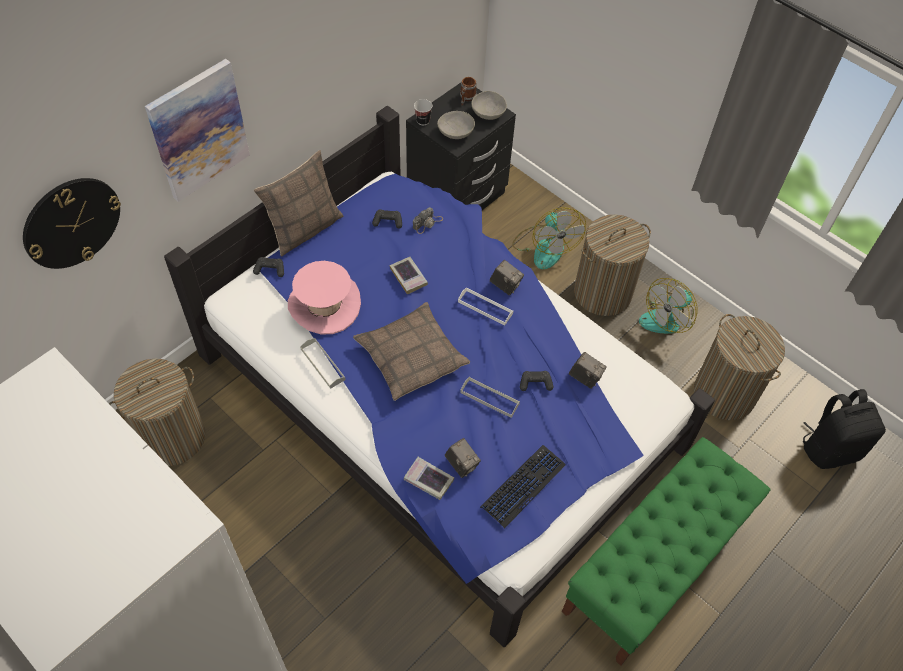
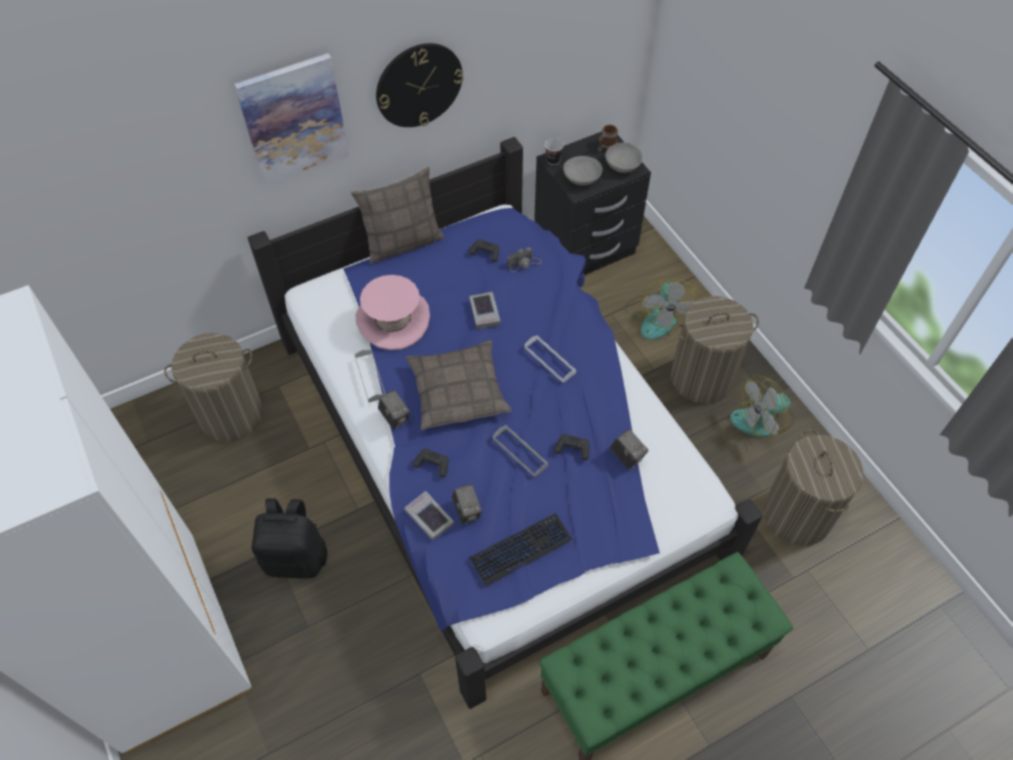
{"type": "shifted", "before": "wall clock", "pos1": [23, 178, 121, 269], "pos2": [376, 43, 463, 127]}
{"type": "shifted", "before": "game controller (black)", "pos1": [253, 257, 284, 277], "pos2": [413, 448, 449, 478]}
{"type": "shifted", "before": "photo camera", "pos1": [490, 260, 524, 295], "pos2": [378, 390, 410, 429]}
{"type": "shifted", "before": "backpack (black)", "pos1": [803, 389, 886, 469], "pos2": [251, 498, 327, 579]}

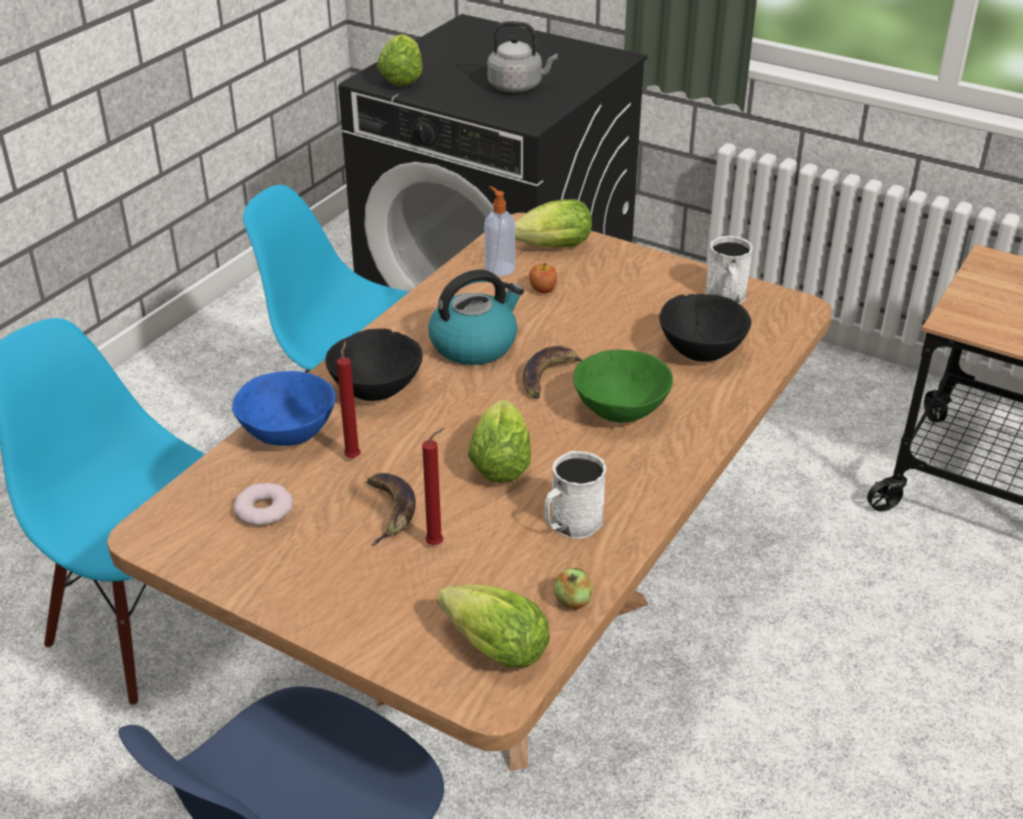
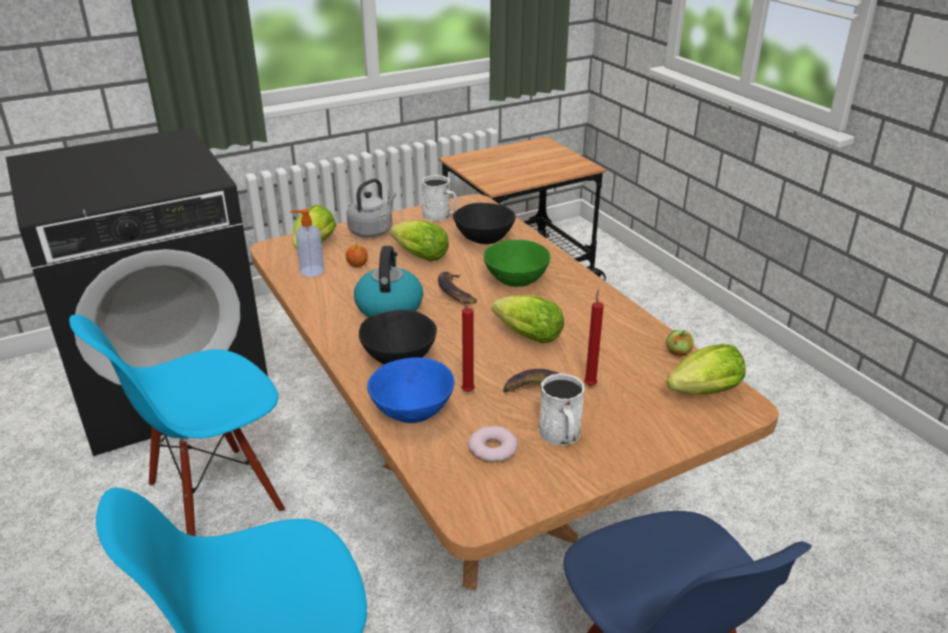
{"type": "shifted", "before": "lettuce", "pos1": [377, 34, 423, 86], "pos2": [390, 220, 449, 261]}
{"type": "shifted", "before": "kettle (grey)", "pos1": [487, 21, 558, 92], "pos2": [347, 178, 396, 238]}
{"type": "shifted", "before": "mug (white)", "pos1": [544, 451, 606, 539], "pos2": [538, 373, 585, 446]}

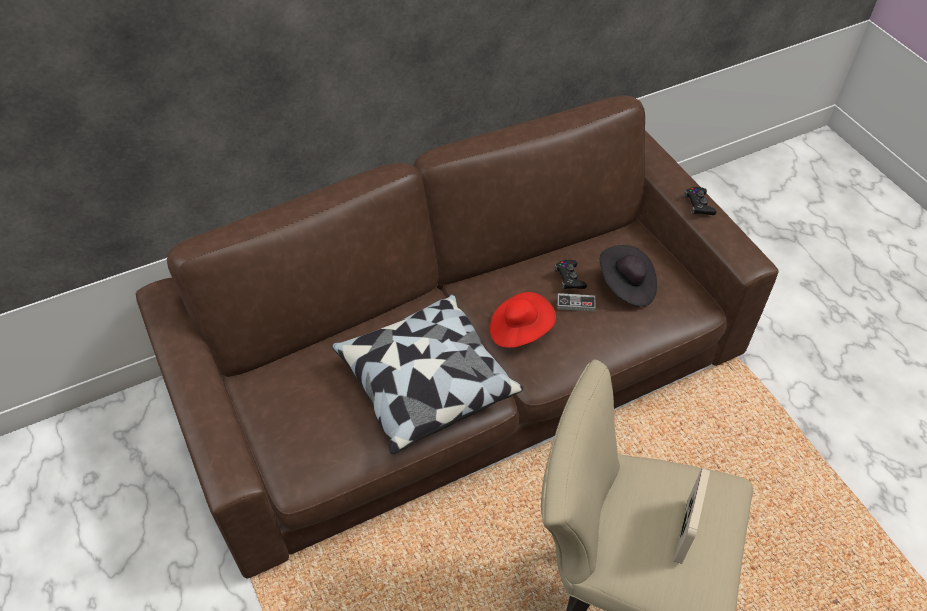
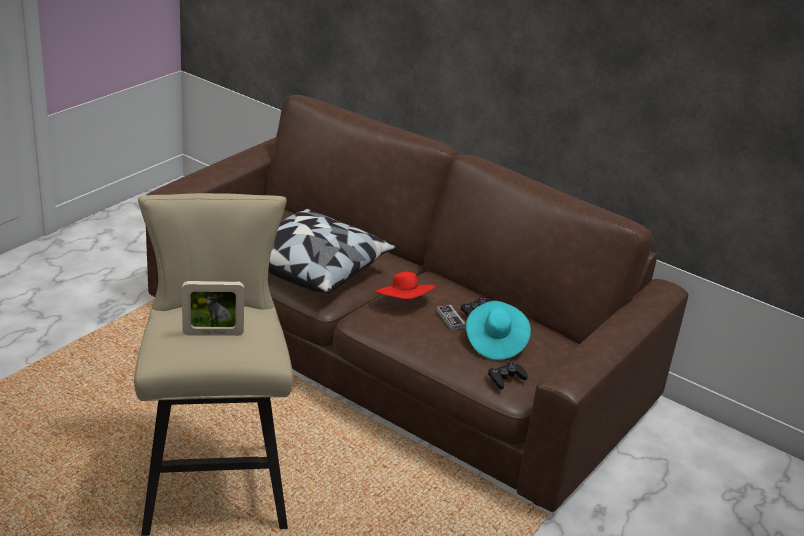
{"type": "repainted", "before": "hat (black)", "after": "hat (turquoise)", "pos1": [600, 245, 657, 307], "pos2": [466, 301, 531, 360]}
{"type": "shifted", "before": "game controller (black)", "pos1": [684, 187, 717, 215], "pos2": [488, 360, 528, 390]}

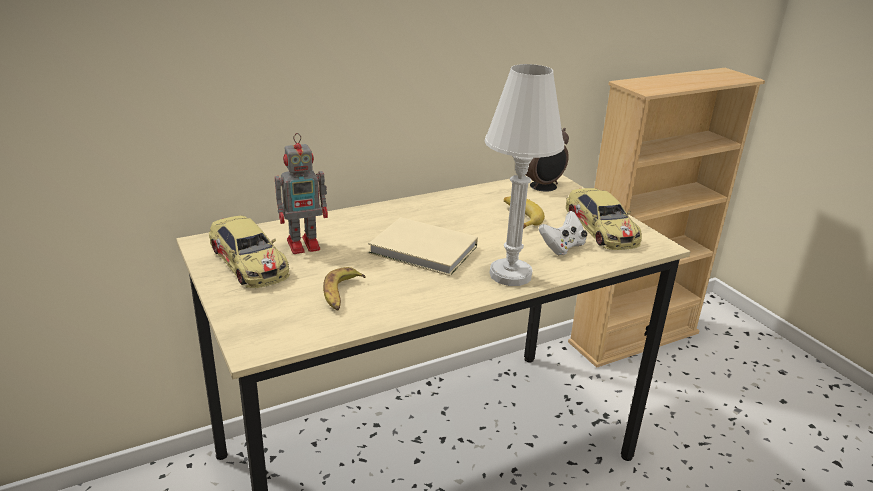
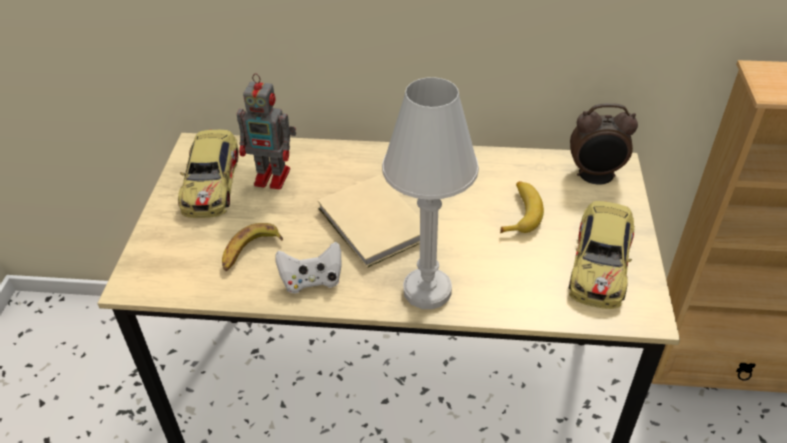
{"type": "shifted", "before": "game controller (white)", "pos1": [539, 211, 587, 255], "pos2": [275, 242, 341, 293]}

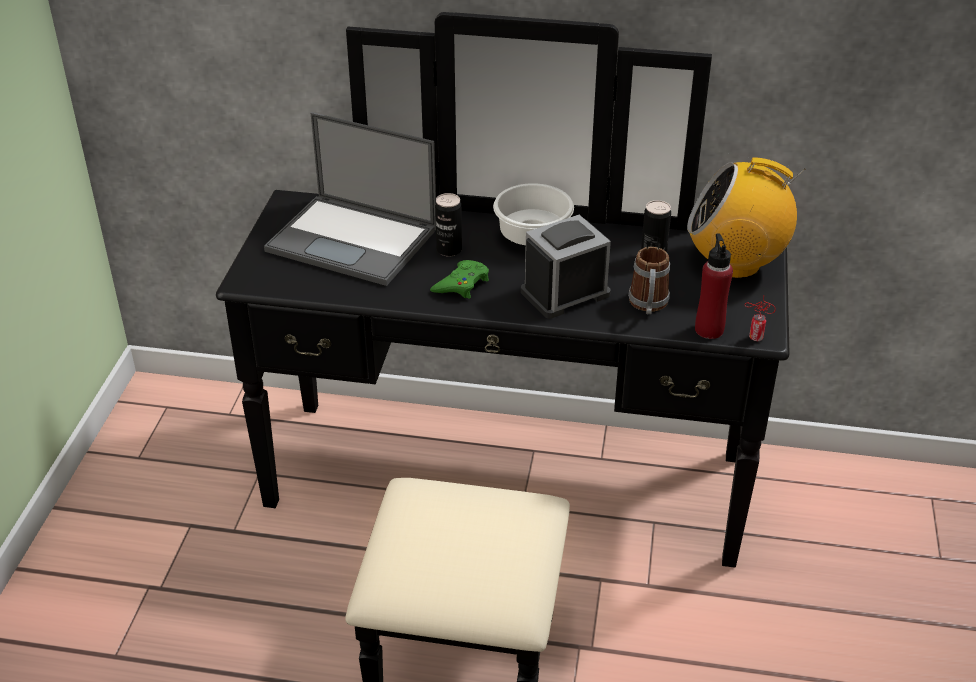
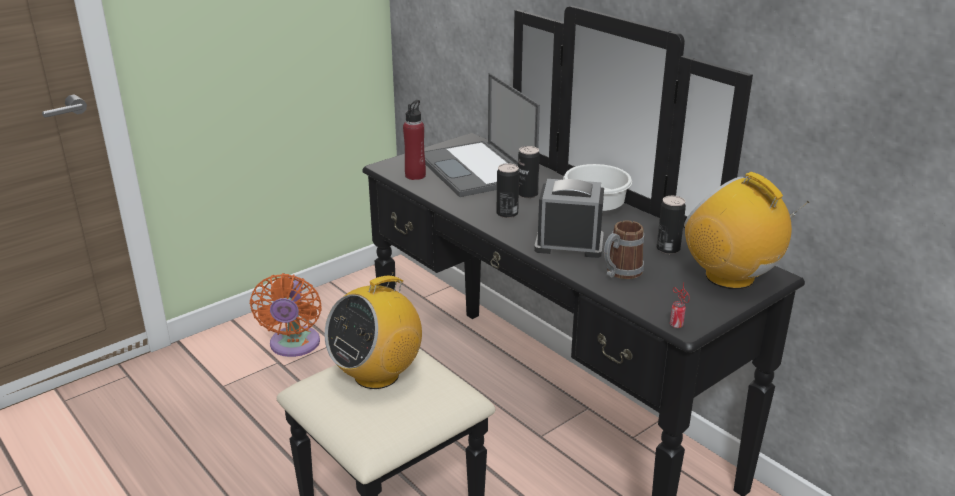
{"type": "swapped", "before": "game controller (green)", "after": "can", "pos1": [430, 260, 489, 299], "pos2": [497, 163, 519, 218]}
{"type": "shifted", "before": "bottle (red)", "pos1": [695, 233, 733, 339], "pos2": [403, 100, 426, 180]}
{"type": "new", "after": "fan (orange)", "pos2": [250, 273, 322, 357]}
{"type": "new", "after": "radio", "pos2": [325, 272, 422, 389]}

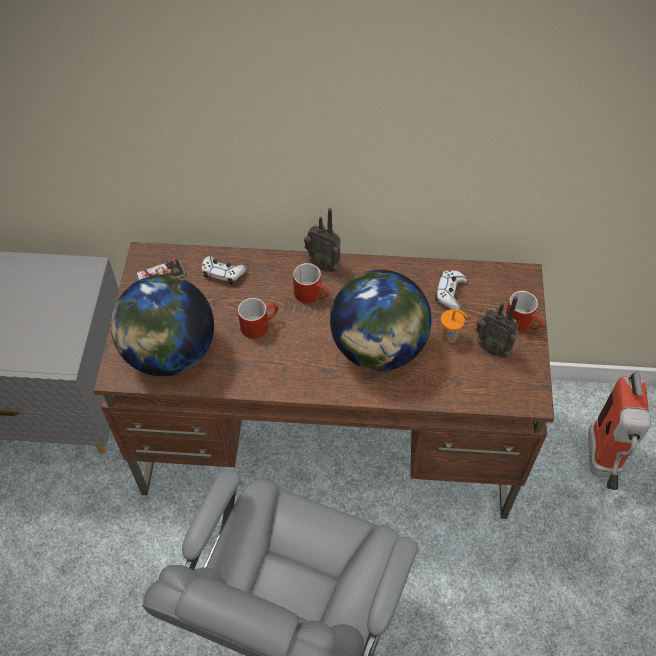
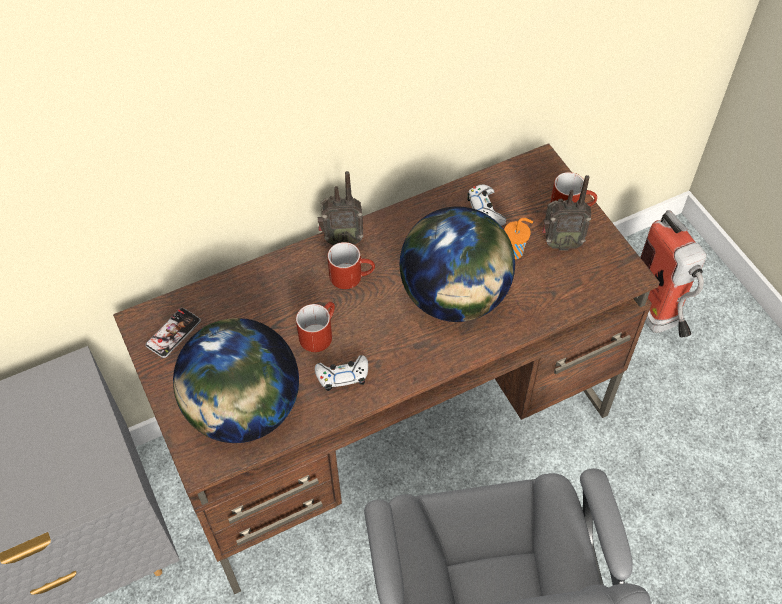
{"type": "shifted", "before": "game controller (white)", "pos1": [202, 256, 246, 285], "pos2": [315, 355, 368, 391]}

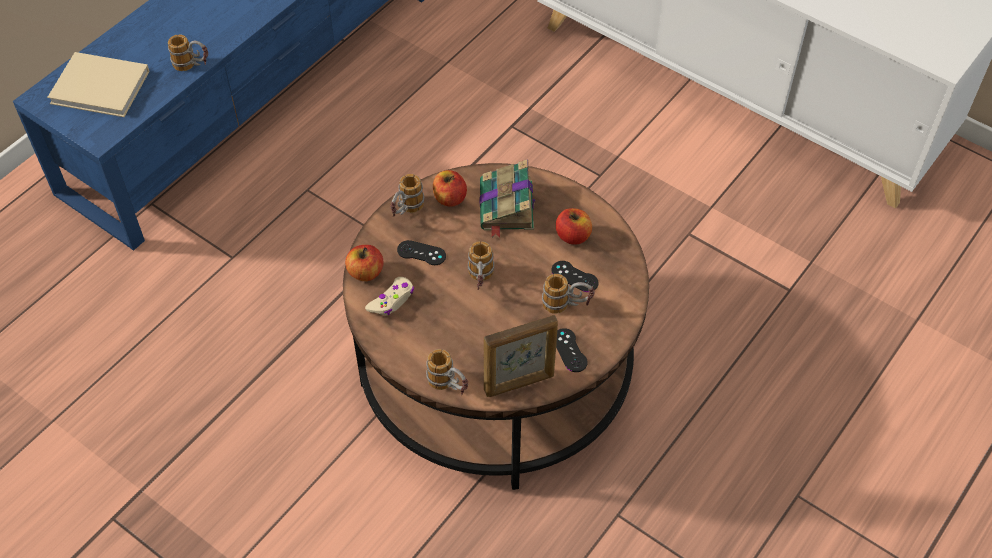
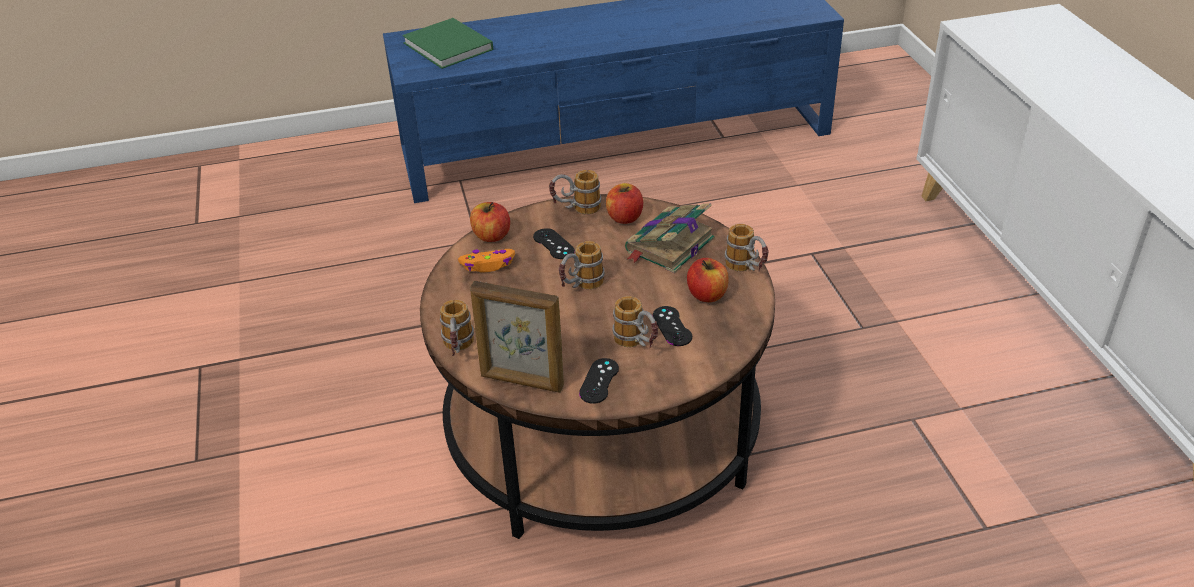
{"type": "repainted", "before": "book (beige)", "after": "book (green)", "pos1": [47, 52, 150, 117], "pos2": [402, 18, 493, 69]}
{"type": "shifted", "before": "mug", "pos1": [168, 34, 208, 71], "pos2": [725, 224, 769, 272]}
{"type": "repainted", "before": "game controller (beige)", "after": "game controller (orange)", "pos1": [365, 277, 414, 316], "pos2": [458, 249, 515, 273]}

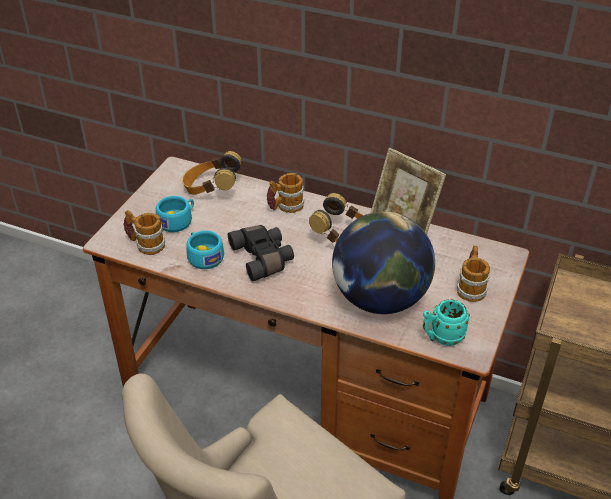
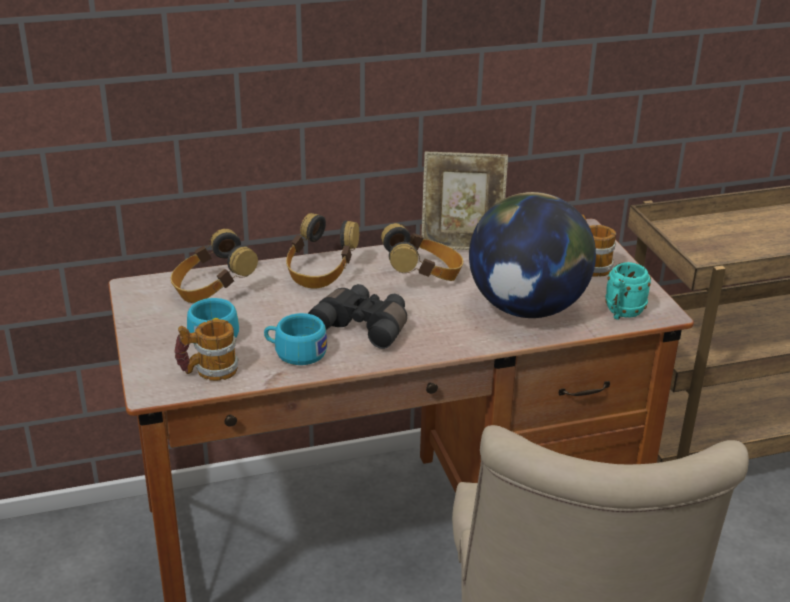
{"type": "swapped", "before": "mug", "after": "headphones", "pos1": [267, 173, 304, 213], "pos2": [286, 213, 359, 288]}

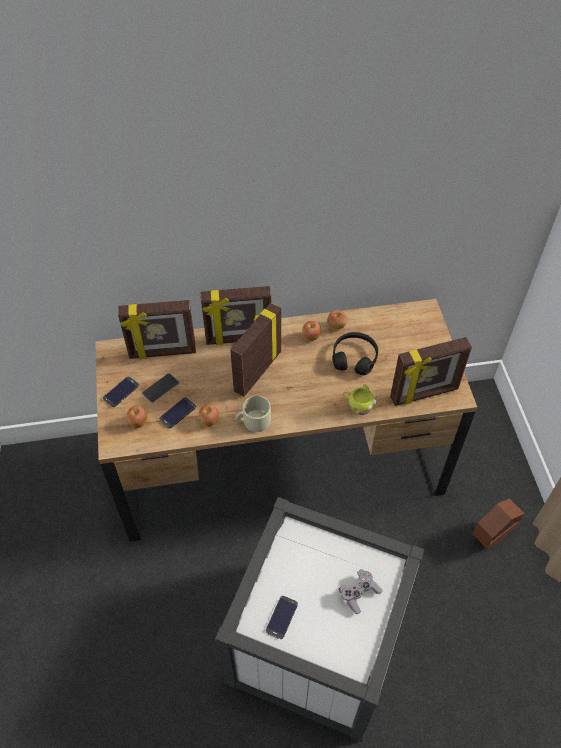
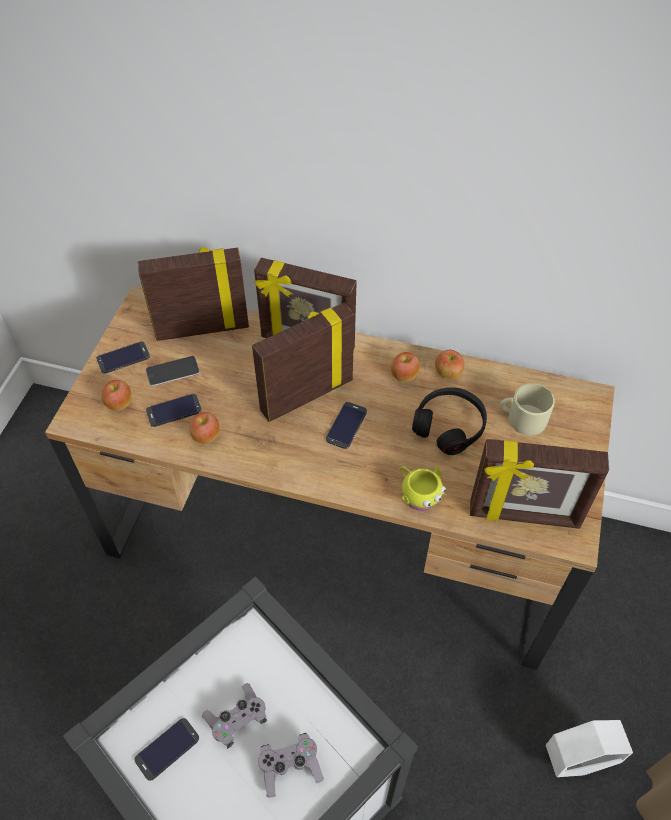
{"type": "rotated", "before": "picture frame", "pos1": [118, 300, 196, 359], "pos2": [138, 247, 249, 341], "turn": 150}
{"type": "shifted", "before": "mug (beige)", "pos1": [236, 396, 271, 432], "pos2": [500, 383, 555, 436]}
{"type": "repainted", "before": "planter (brown)", "after": "planter (white)", "pos1": [472, 498, 524, 549], "pos2": [546, 720, 633, 777]}
{"type": "new", "after": "game controller (grey)", "pos2": [202, 683, 267, 749]}
{"type": "new", "after": "phone", "pos2": [326, 402, 367, 449]}

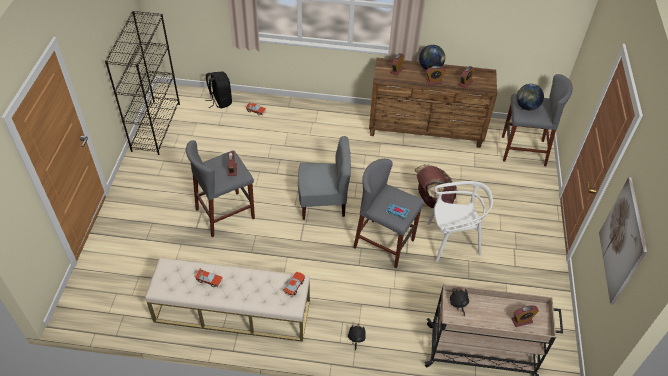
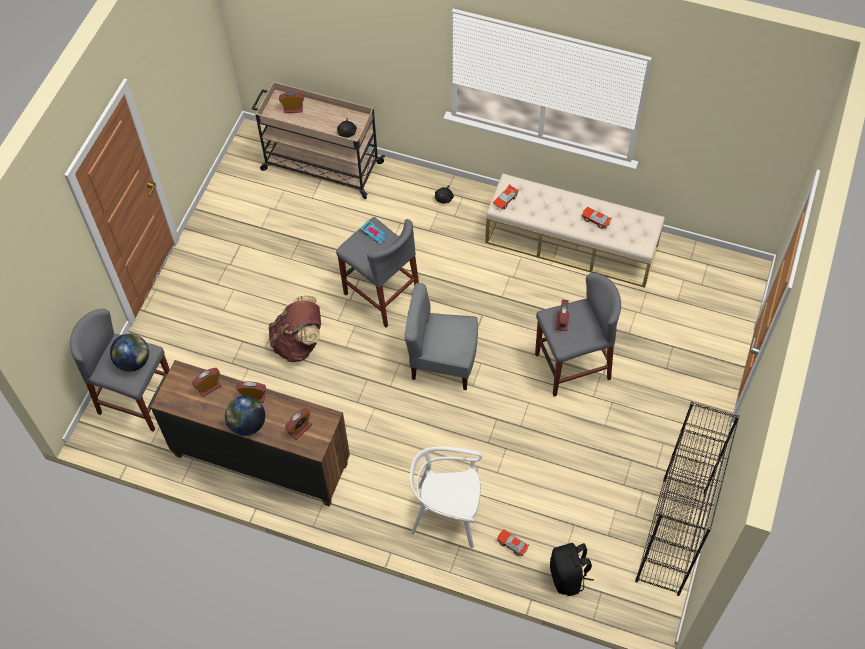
{"type": "shifted", "before": "chair (white)", "pos1": [427, 181, 493, 262], "pos2": [410, 446, 482, 548]}
{"type": "gone", "before": "picture", "pos1": [599, 177, 647, 305]}

